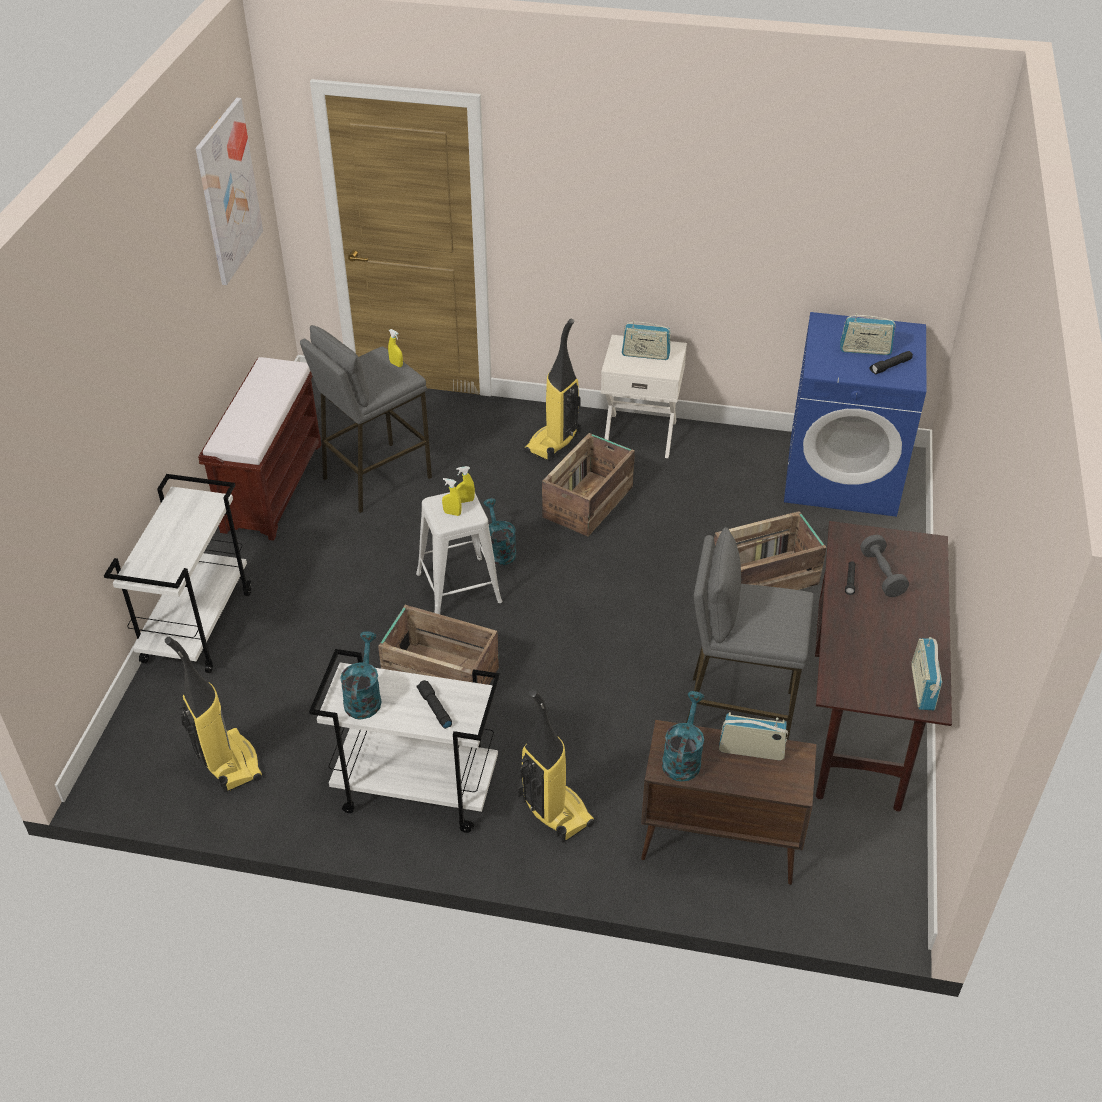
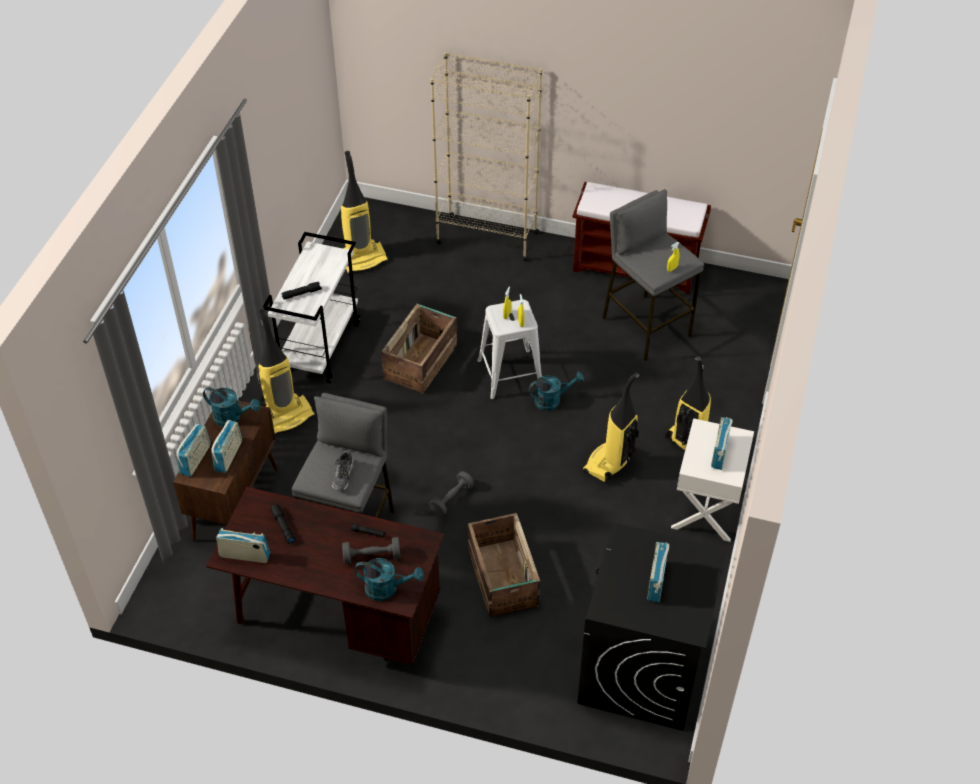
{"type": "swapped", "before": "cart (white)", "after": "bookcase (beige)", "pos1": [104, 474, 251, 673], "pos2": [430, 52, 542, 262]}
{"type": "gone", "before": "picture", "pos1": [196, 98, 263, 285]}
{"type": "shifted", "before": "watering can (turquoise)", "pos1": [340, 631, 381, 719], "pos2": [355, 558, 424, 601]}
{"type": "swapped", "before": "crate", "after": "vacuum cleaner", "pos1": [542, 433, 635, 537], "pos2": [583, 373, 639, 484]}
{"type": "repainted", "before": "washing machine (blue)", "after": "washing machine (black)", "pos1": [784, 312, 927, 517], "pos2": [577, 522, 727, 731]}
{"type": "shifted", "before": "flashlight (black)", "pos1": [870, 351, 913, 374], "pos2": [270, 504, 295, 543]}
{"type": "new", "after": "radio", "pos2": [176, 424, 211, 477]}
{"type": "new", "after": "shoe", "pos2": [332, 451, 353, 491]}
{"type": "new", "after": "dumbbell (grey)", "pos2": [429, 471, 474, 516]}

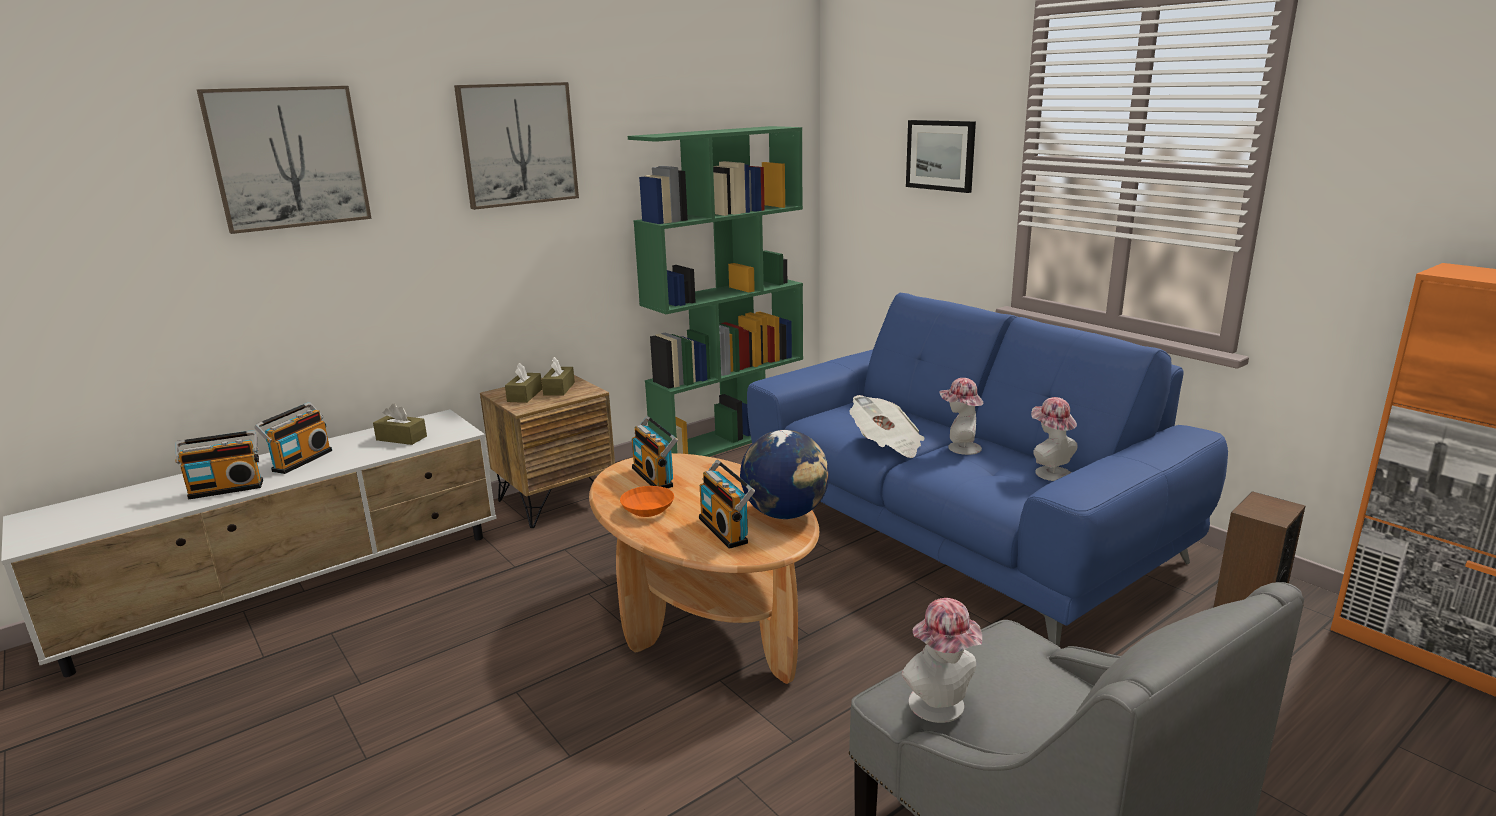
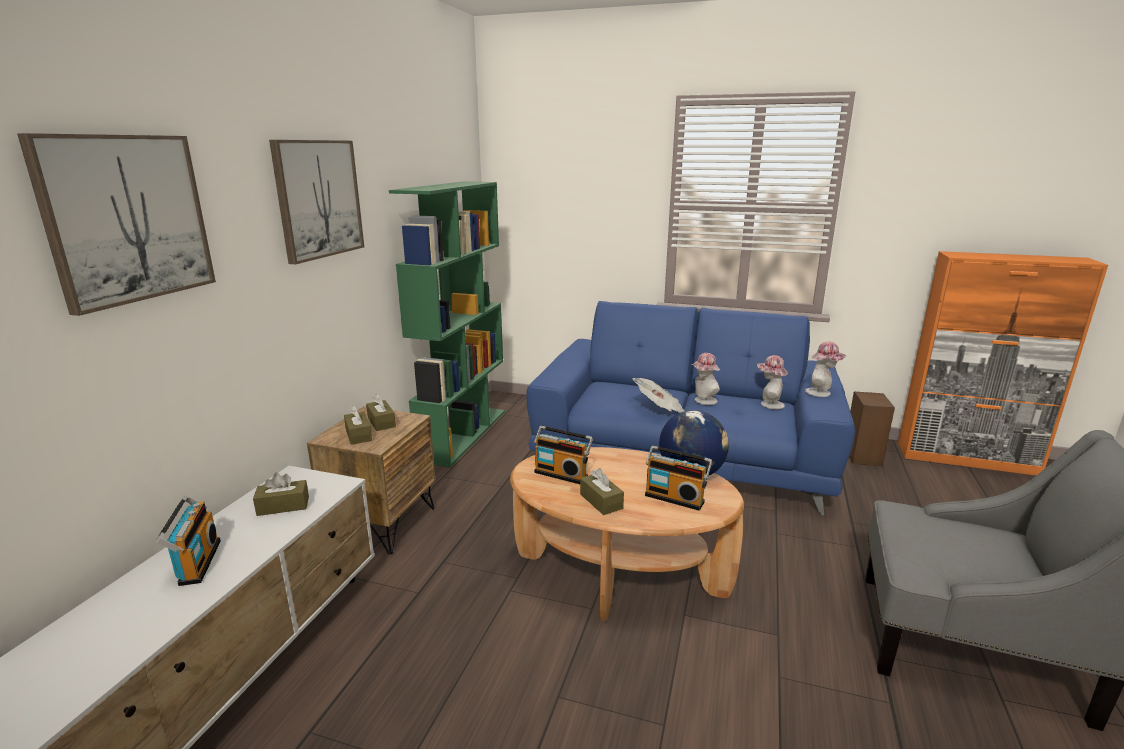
{"type": "gone", "before": "radio", "pos1": [175, 430, 263, 499]}
{"type": "swapped", "before": "bowl (orange)", "after": "tissue box (brown)", "pos1": [620, 486, 674, 517], "pos2": [580, 468, 624, 515]}
{"type": "shifted", "before": "hat", "pos1": [901, 598, 982, 723], "pos2": [805, 341, 847, 397]}
{"type": "gone", "before": "picture", "pos1": [906, 120, 976, 193]}

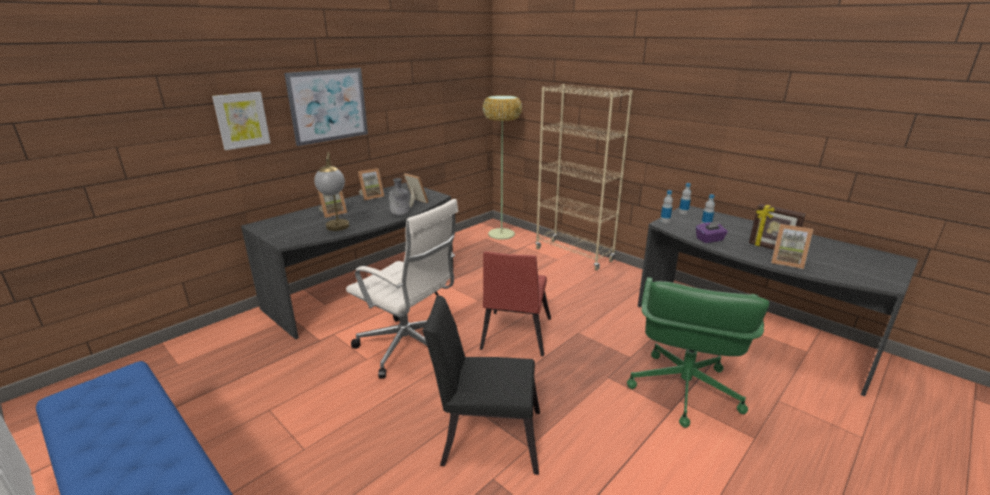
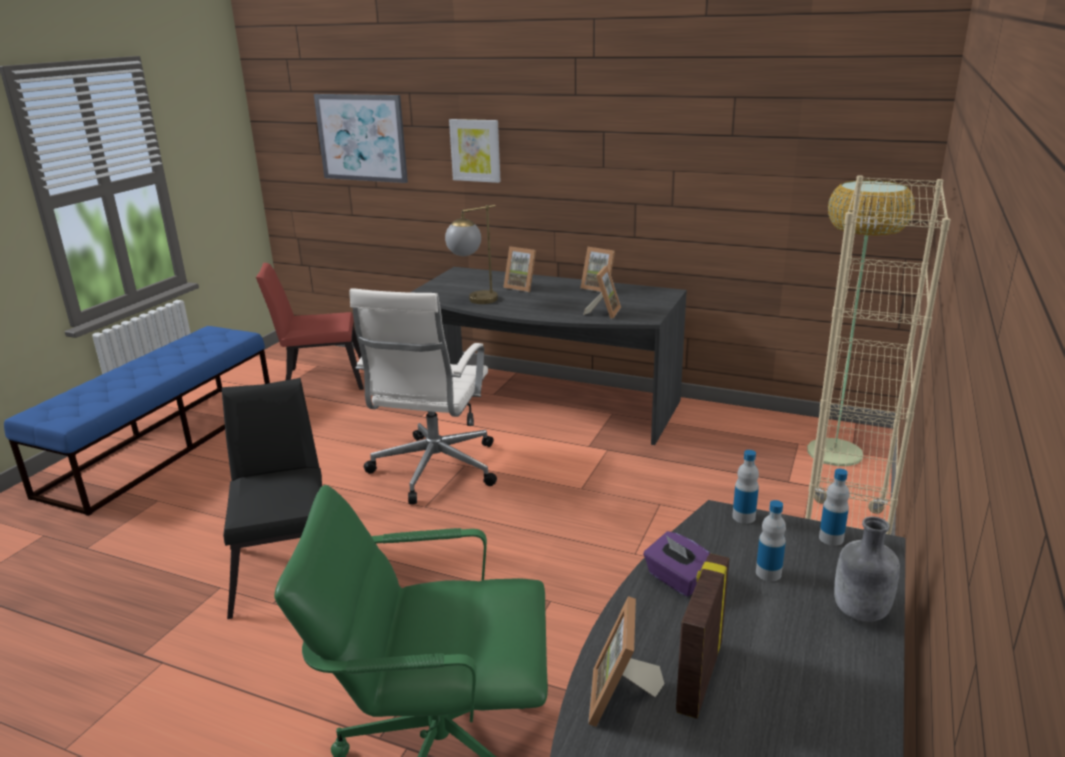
{"type": "shifted", "before": "picture", "pos1": [284, 68, 368, 146], "pos2": [314, 94, 408, 183]}
{"type": "shifted", "before": "bottle (grey)", "pos1": [389, 178, 410, 216], "pos2": [834, 516, 900, 622]}
{"type": "shifted", "before": "chair (red)", "pos1": [480, 251, 551, 356], "pos2": [256, 263, 364, 390]}

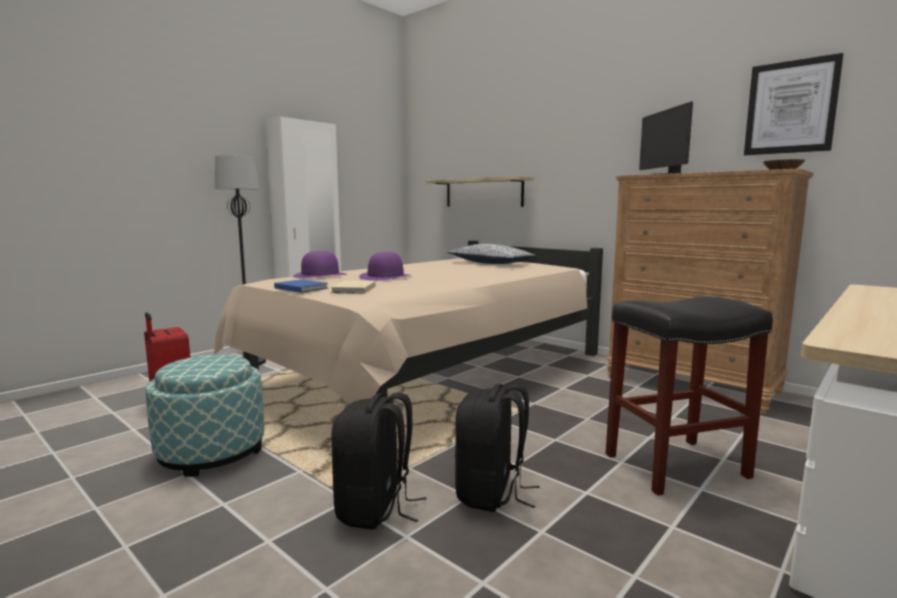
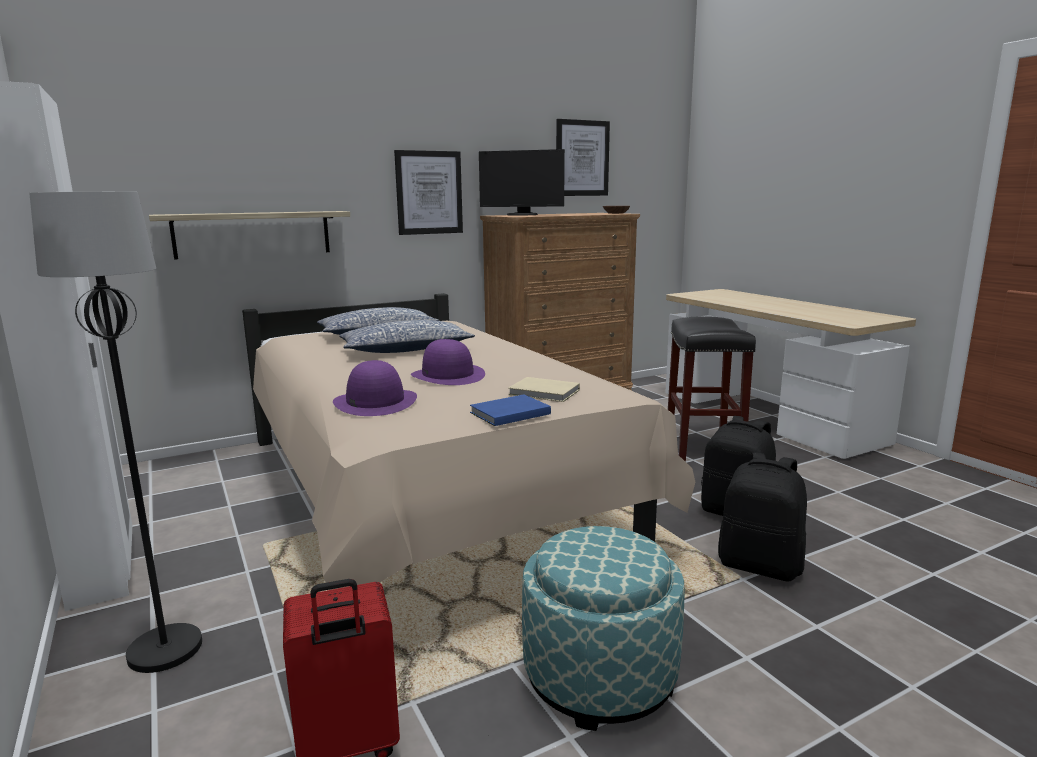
{"type": "new", "after": "pillow", "pos2": [339, 320, 475, 353]}
{"type": "new", "after": "picture", "pos2": [394, 150, 463, 235]}

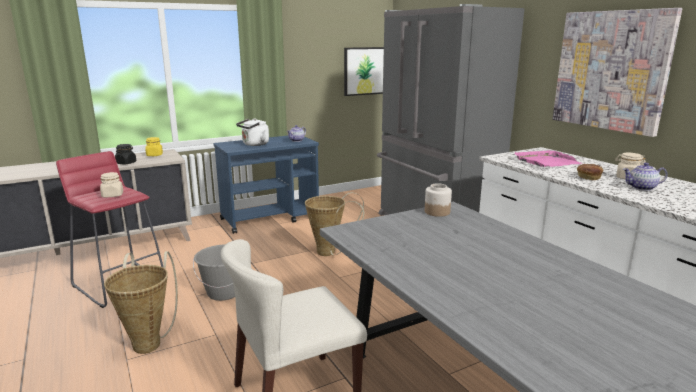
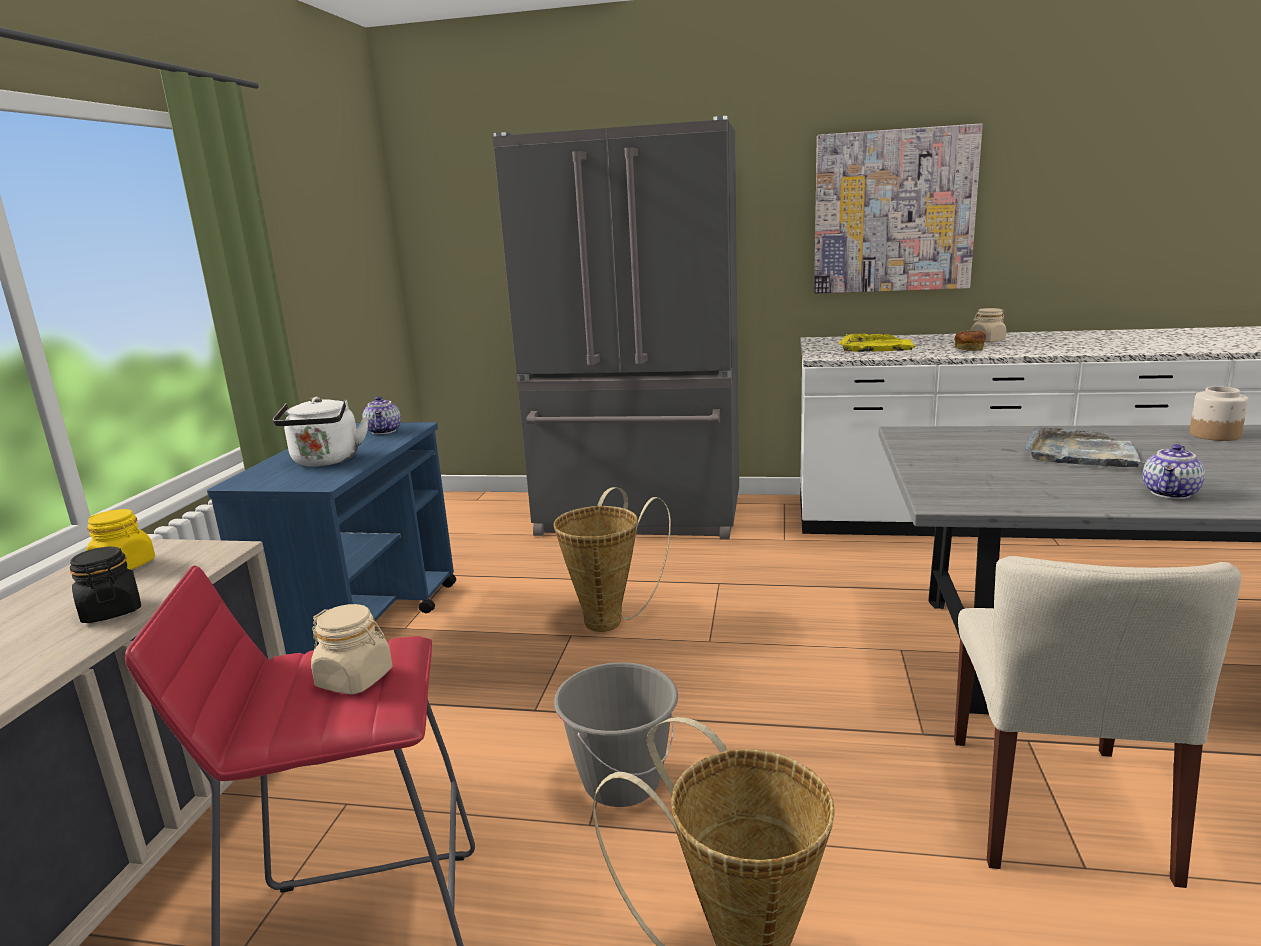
{"type": "gone", "before": "picture", "pos1": [344, 47, 384, 96]}
{"type": "shifted", "before": "jar", "pos1": [425, 183, 452, 217], "pos2": [1189, 386, 1248, 441]}
{"type": "repainted", "before": "tray (pink)", "after": "tray (yellow)", "pos1": [515, 150, 582, 167], "pos2": [838, 334, 915, 352]}
{"type": "shifted", "before": "teapot", "pos1": [623, 163, 667, 191], "pos2": [1143, 444, 1205, 499]}
{"type": "new", "after": "tray (grey)", "pos2": [1024, 427, 1143, 467]}

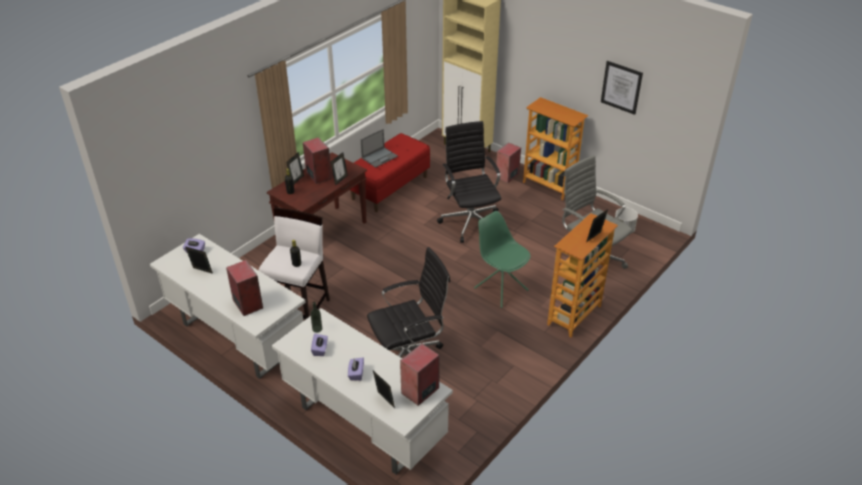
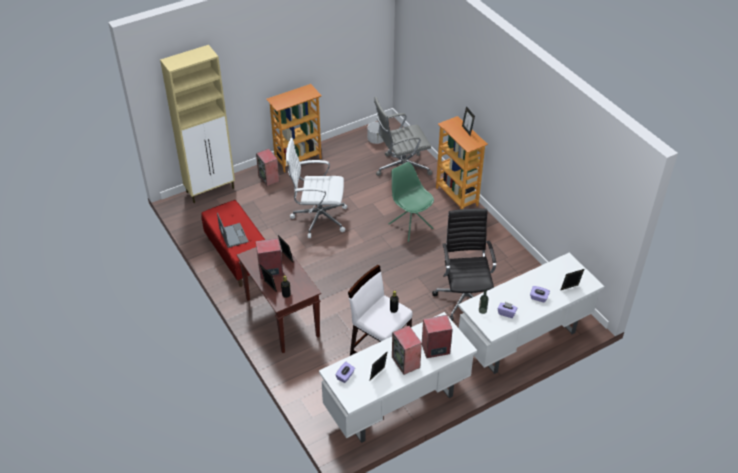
{"type": "shifted", "before": "speaker", "pos1": [400, 343, 439, 406], "pos2": [392, 326, 422, 375]}
{"type": "repainted", "before": "office chair (black)", "after": "office chair (white)", "pos1": [437, 121, 501, 243], "pos2": [286, 138, 347, 238]}
{"type": "rotated", "before": "chair (green)", "pos1": [474, 211, 530, 308], "pos2": [389, 162, 434, 242], "turn": 75}
{"type": "gone", "before": "picture", "pos1": [601, 61, 643, 115]}

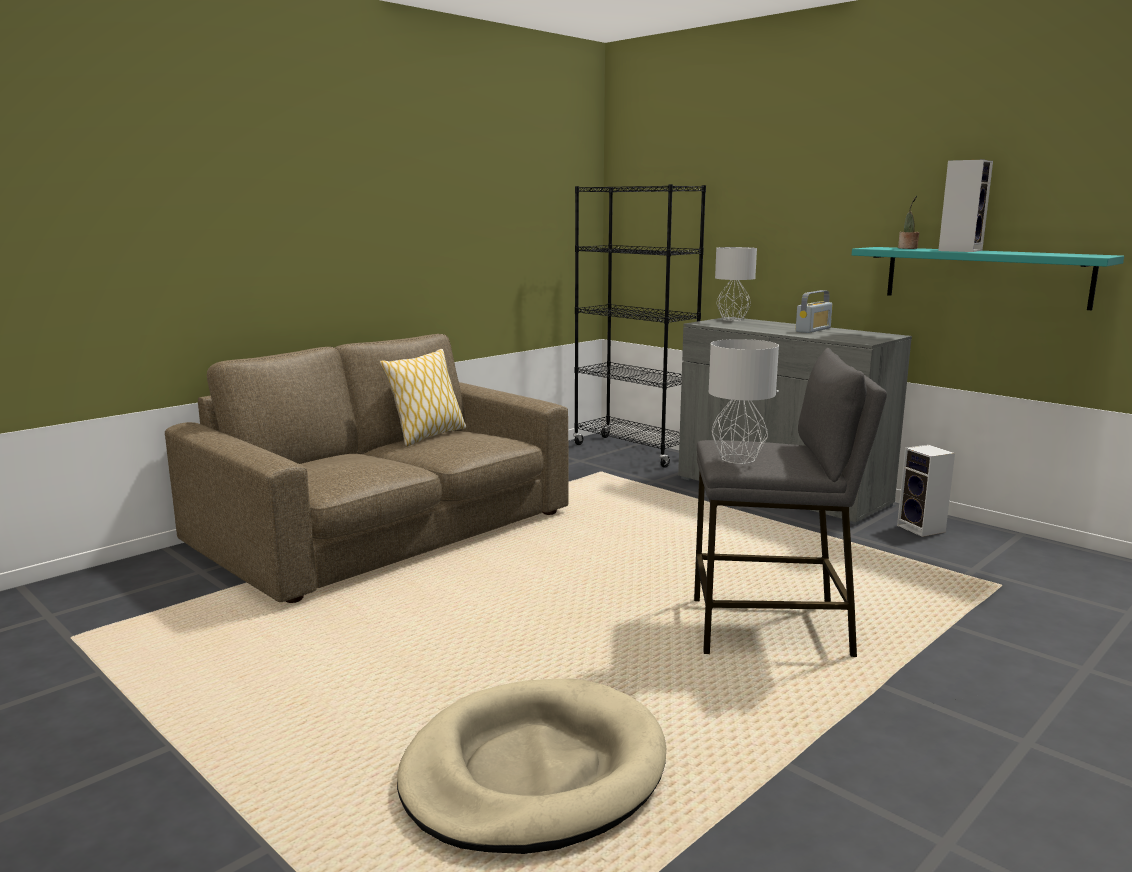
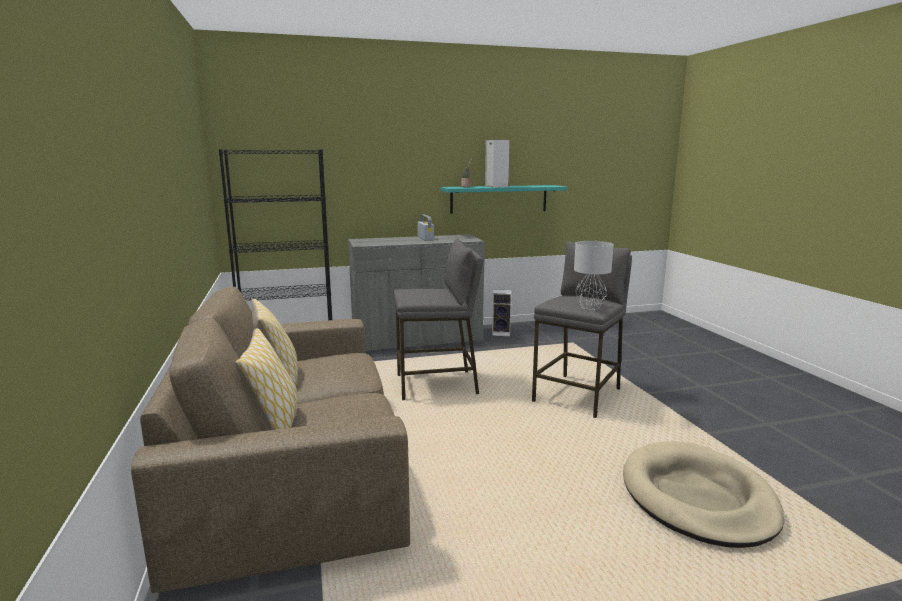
{"type": "gone", "before": "table lamp (grey)", "pos1": [715, 247, 757, 321]}
{"type": "new", "after": "pillow", "pos2": [235, 328, 298, 431]}
{"type": "new", "after": "stool (grey)", "pos2": [393, 238, 484, 400]}

